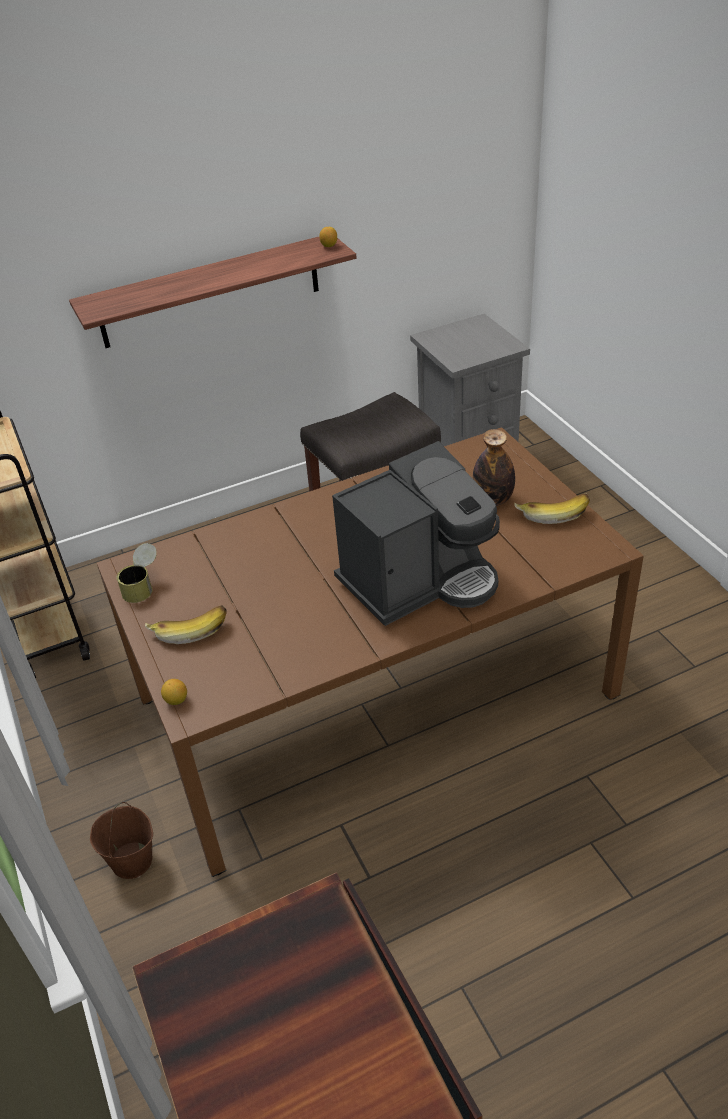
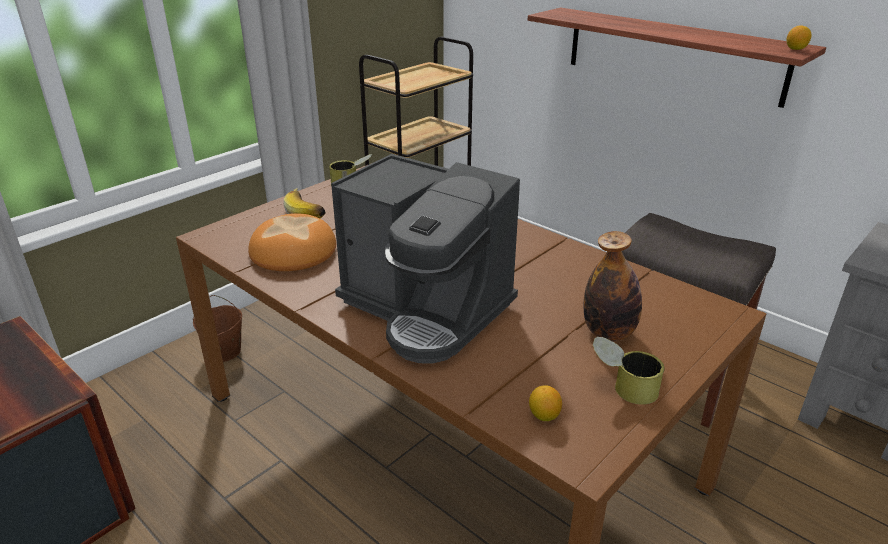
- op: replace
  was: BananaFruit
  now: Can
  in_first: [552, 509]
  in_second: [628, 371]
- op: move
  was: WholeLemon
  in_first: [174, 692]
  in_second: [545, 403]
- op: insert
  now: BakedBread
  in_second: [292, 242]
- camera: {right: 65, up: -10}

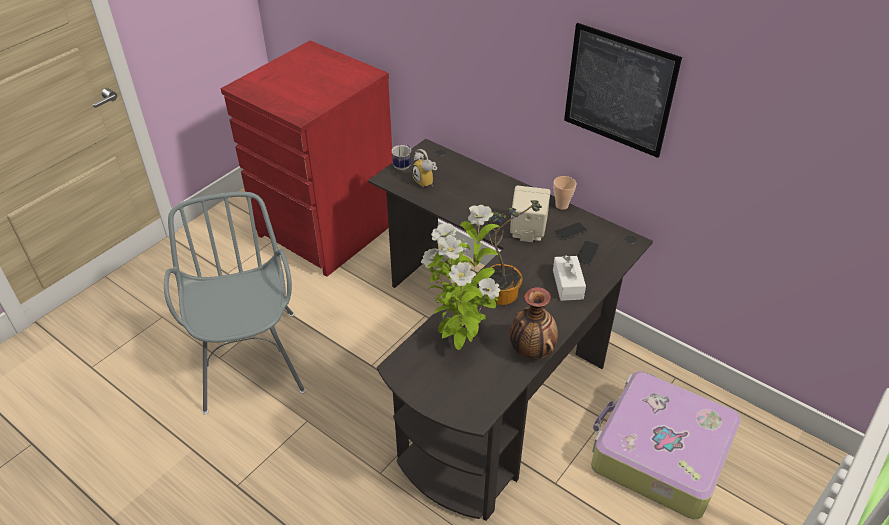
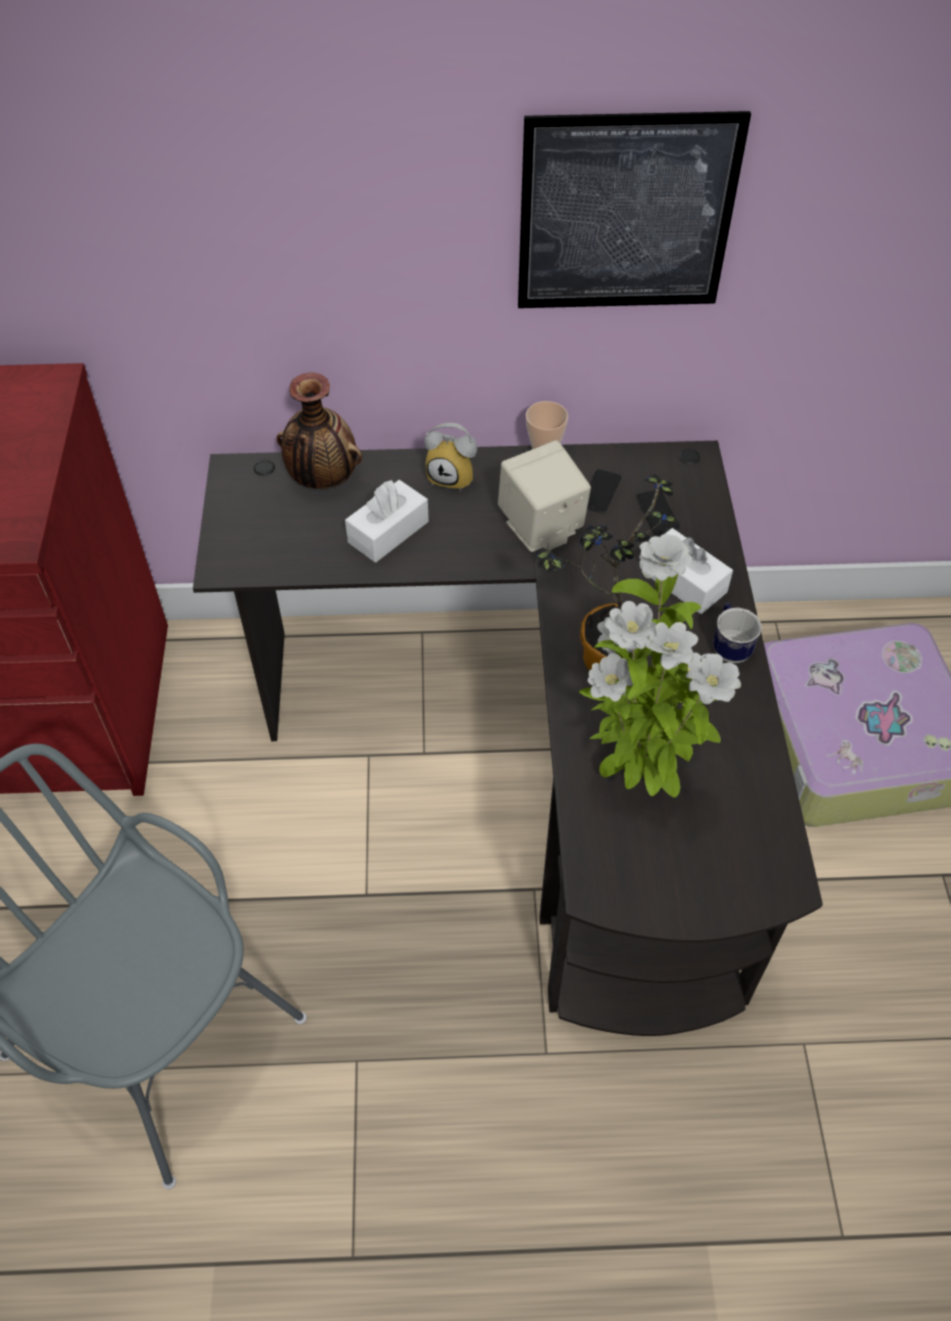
- op: move
  was: Mug
  in_first: [401, 157]
  in_second: [737, 633]
- op: move
  was: TableClock
  in_first: [424, 168]
  in_second: [450, 457]
- op: move
  was: DecorativeVase
  in_first: [534, 323]
  in_second: [319, 430]
- op: insert
  now: WhiteColouredTissueBox
  in_second: [387, 520]
- camera: {right: -40, up: 10}

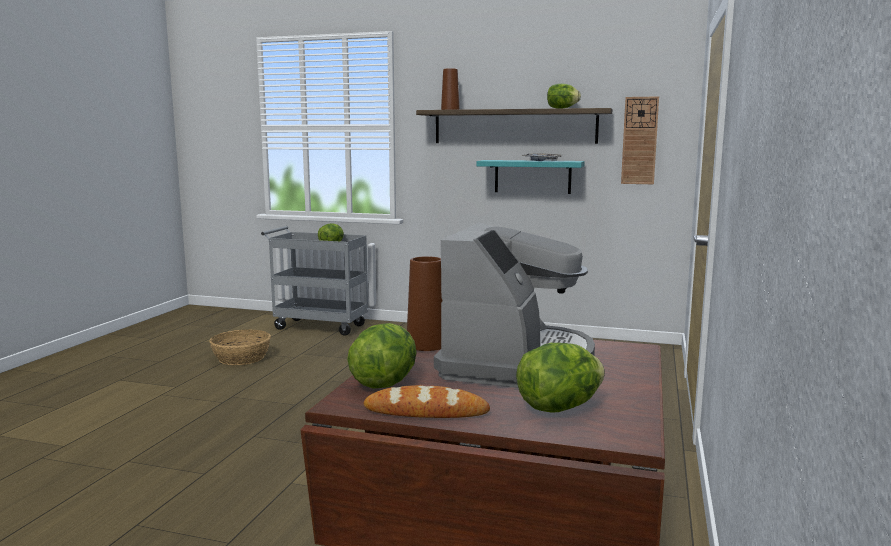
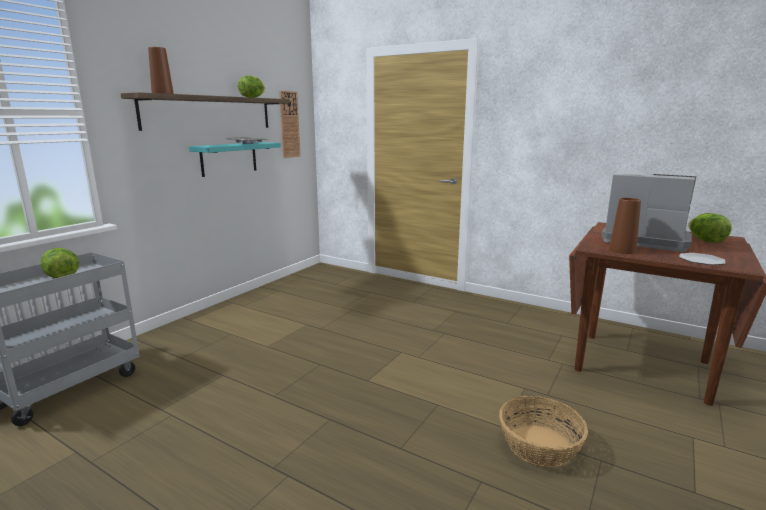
- op: replace
  was: HeadOfLettuce
  now: Plate
  in_first: [382, 356]
  in_second: [702, 259]
- op: move
  was: Basket
  in_first: [240, 347]
  in_second: [543, 432]
- op: delete
  was: BakedBread
  in_first: [427, 401]
- camera: {right: -75, up: 5}

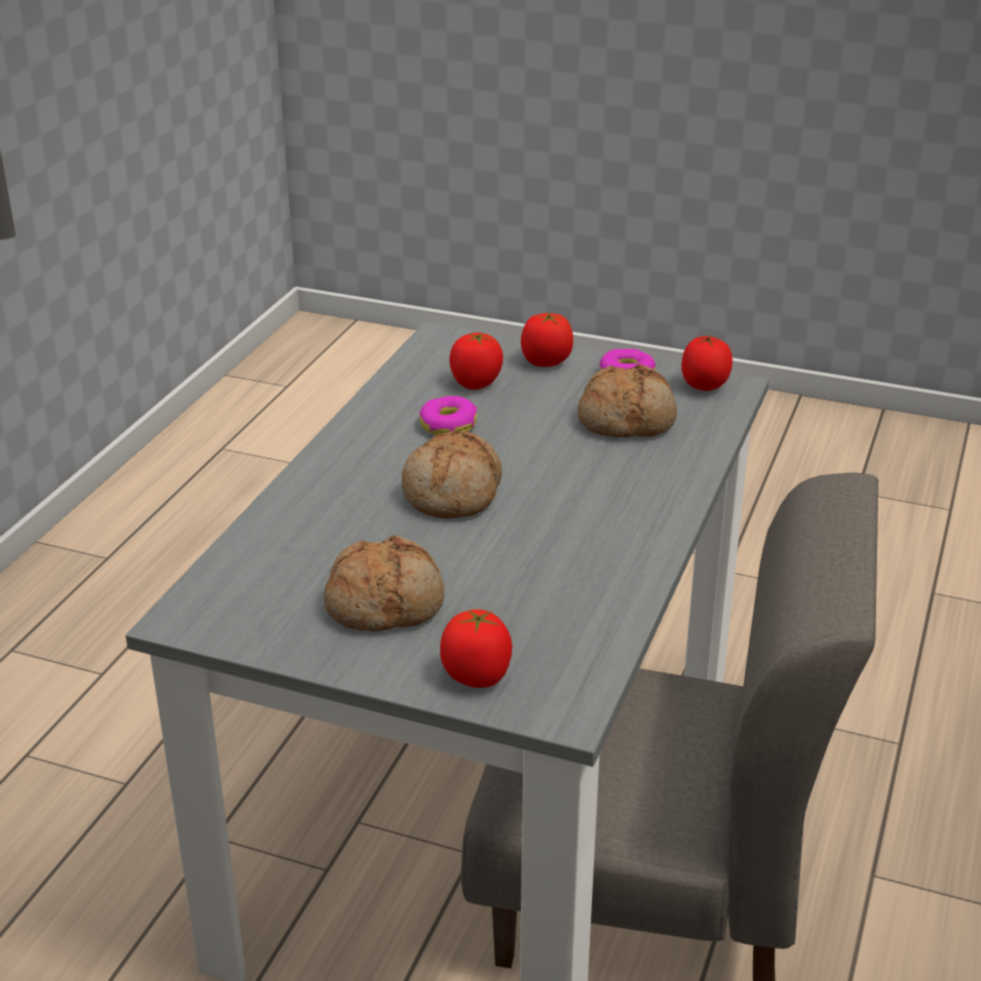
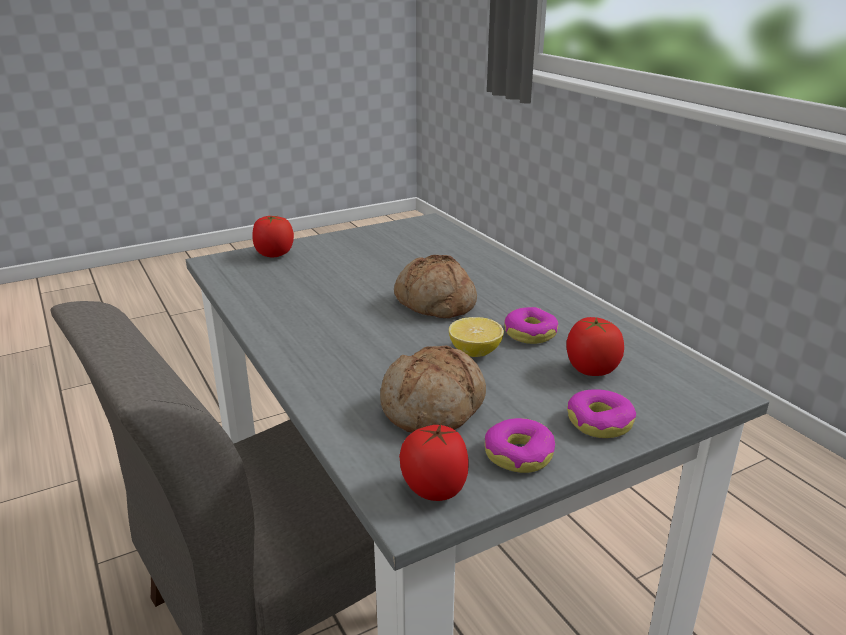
- op: replace
  was: Tomato
  now: RingDoughnut
  in_first: [547, 339]
  in_second: [601, 413]
- op: delete
  was: BakedBread
  in_first: [384, 583]
- op: insert
  now: WholeLemon
  in_second: [476, 337]
- camera: {right: 130, up: -5}

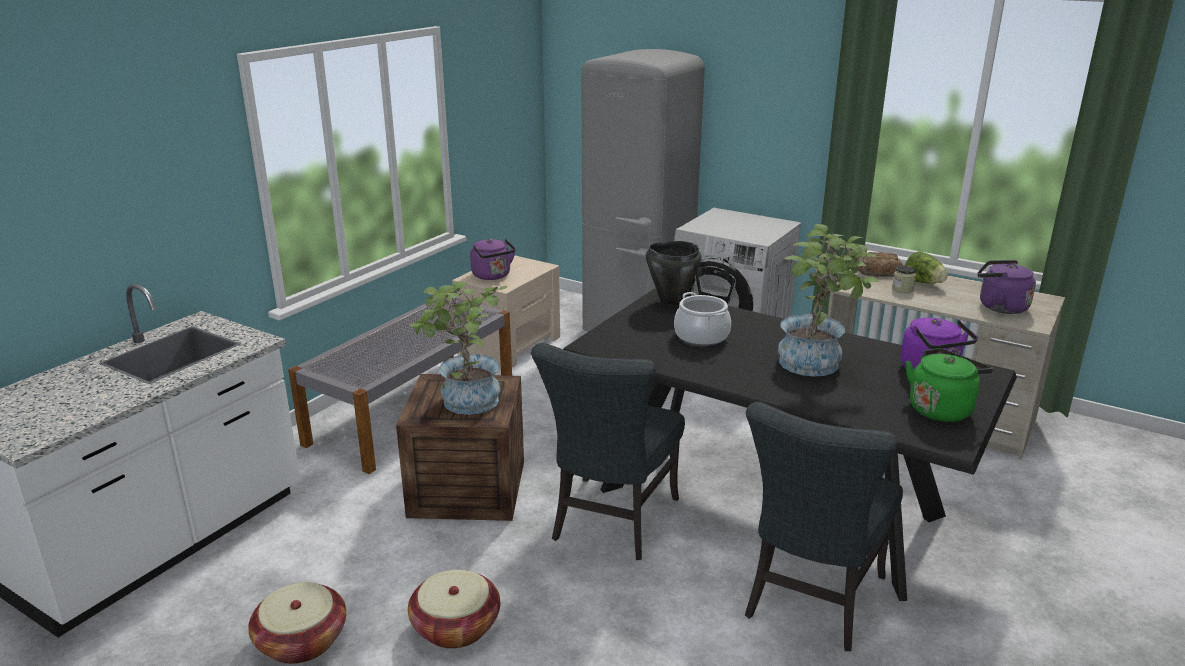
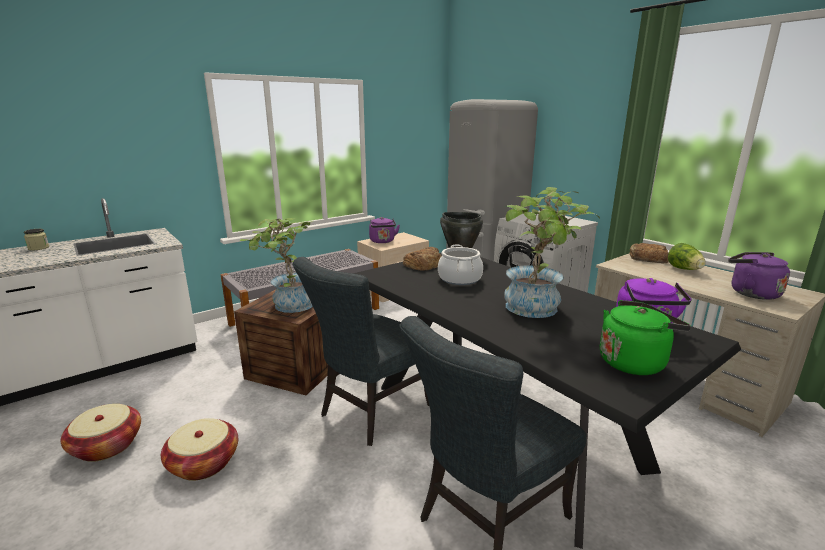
- op: move
  was: StorageJar
  in_first: [904, 279]
  in_second: [36, 239]
- op: insert
  now: BakedBread
  in_second: [422, 258]
- camera: {right: 20, up: -5}

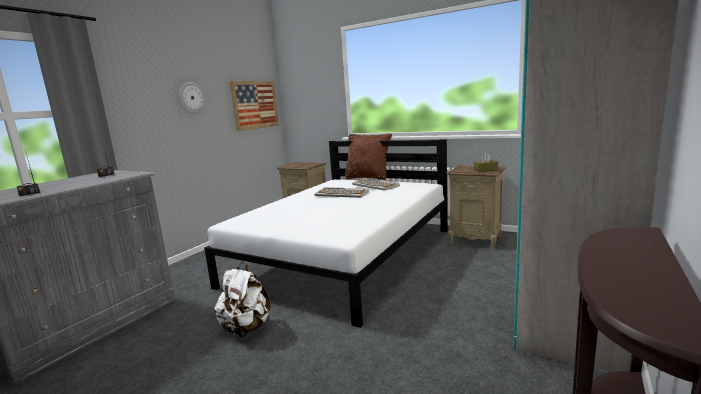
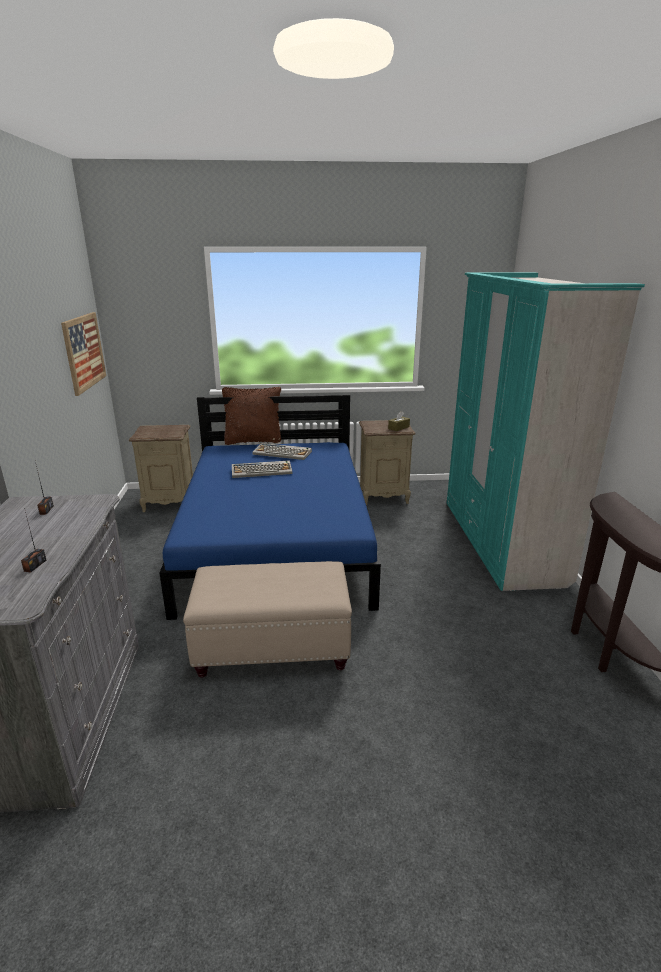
- op: delete
  was: WallClock
  in_first: [192, 98]
- op: recolor
  was: WhiteColouredSleepingBed
  now: BlueColouredSleepingBed
  in_first: [326, 233]
  in_second: [270, 507]
- op: replace
  was: WhiteColouredKnapsack
  now: BeigeColouredFootrest
  in_first: [242, 299]
  in_second: [267, 619]
- camera: {right: -35, up: 10}

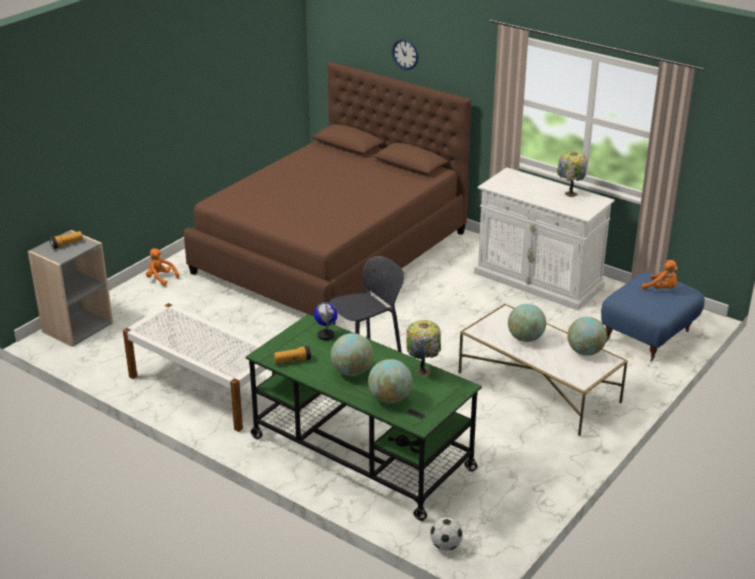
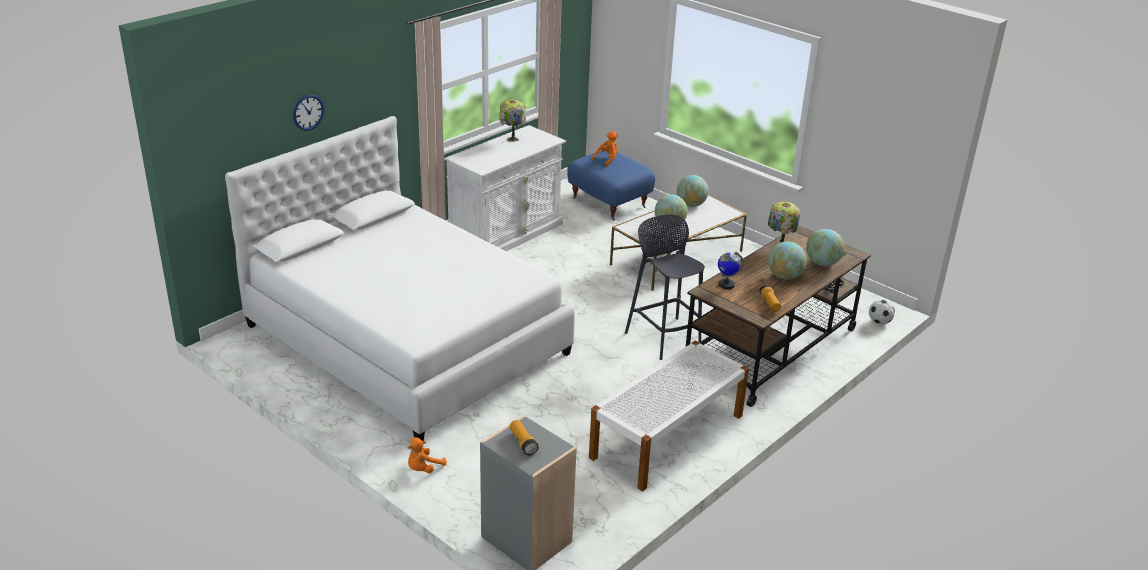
- op: recolor
  was: BrownColouredSleepingBed
  now: WhiteColouredSleepingBed
  in_first: [327, 188]
  in_second: [400, 278]
- op: recolor
  was: GreenishDeskUnit
  now: BrownColouredDeskUnit
  in_first: [364, 417]
  in_second: [777, 316]
- camera: {right: -85, up: 0}

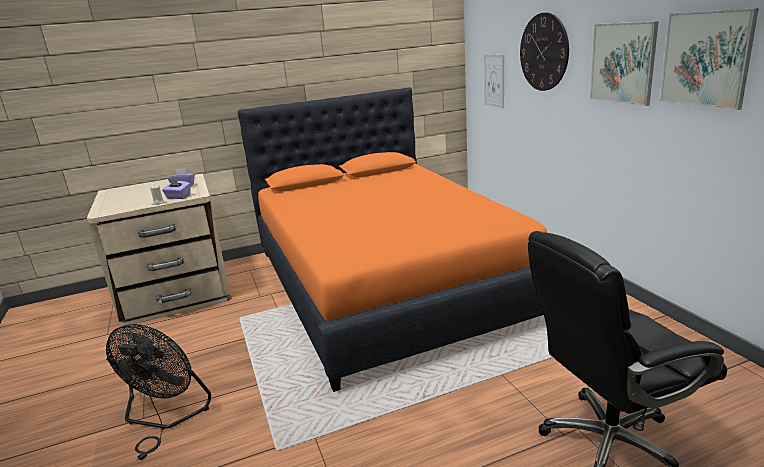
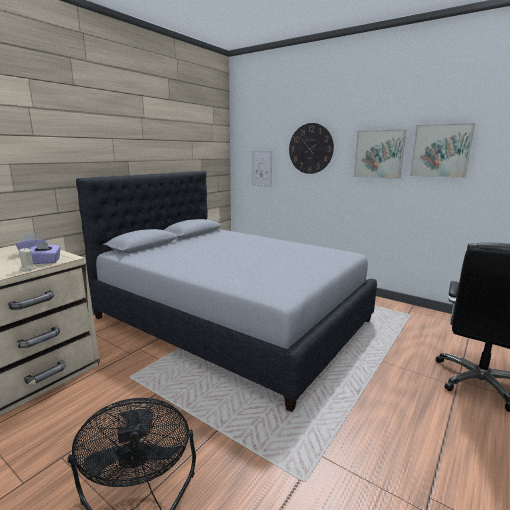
- op: recolor
  was: OrangeySleepingBed
  now: GreyishSleepingBed
  in_first: [392, 239]
  in_second: [226, 291]
- camera: {right: -35, up: -5}

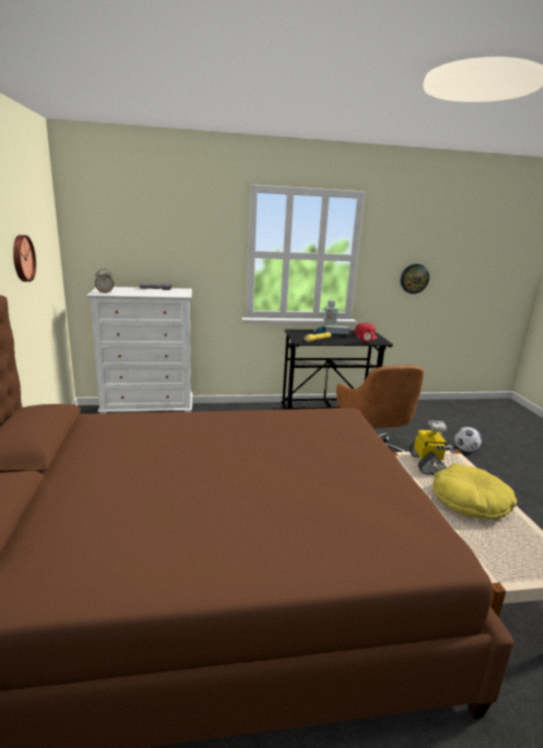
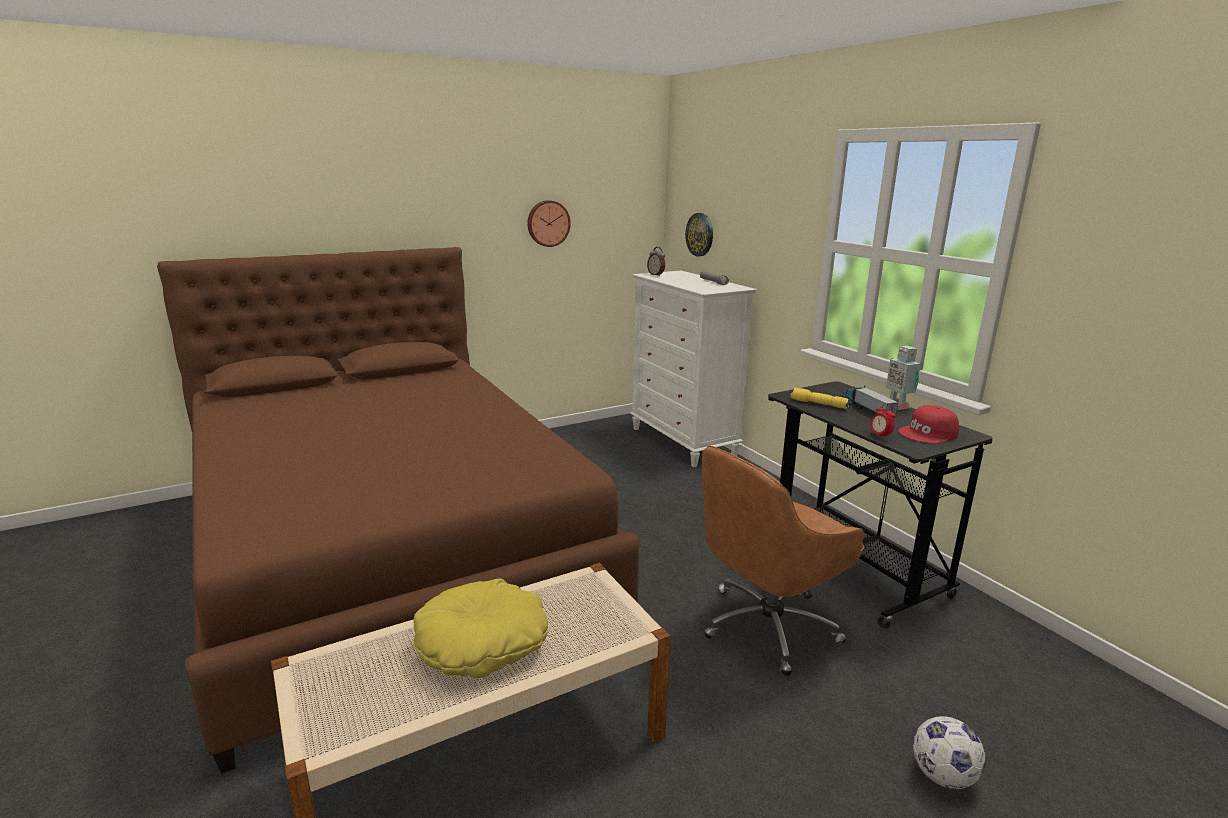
- op: move
  was: WallClock
  in_first: [415, 279]
  in_second: [699, 235]
- op: delete
  was: RobotFigure
  in_first: [431, 448]
- camera: {right: 70, up: 0}

